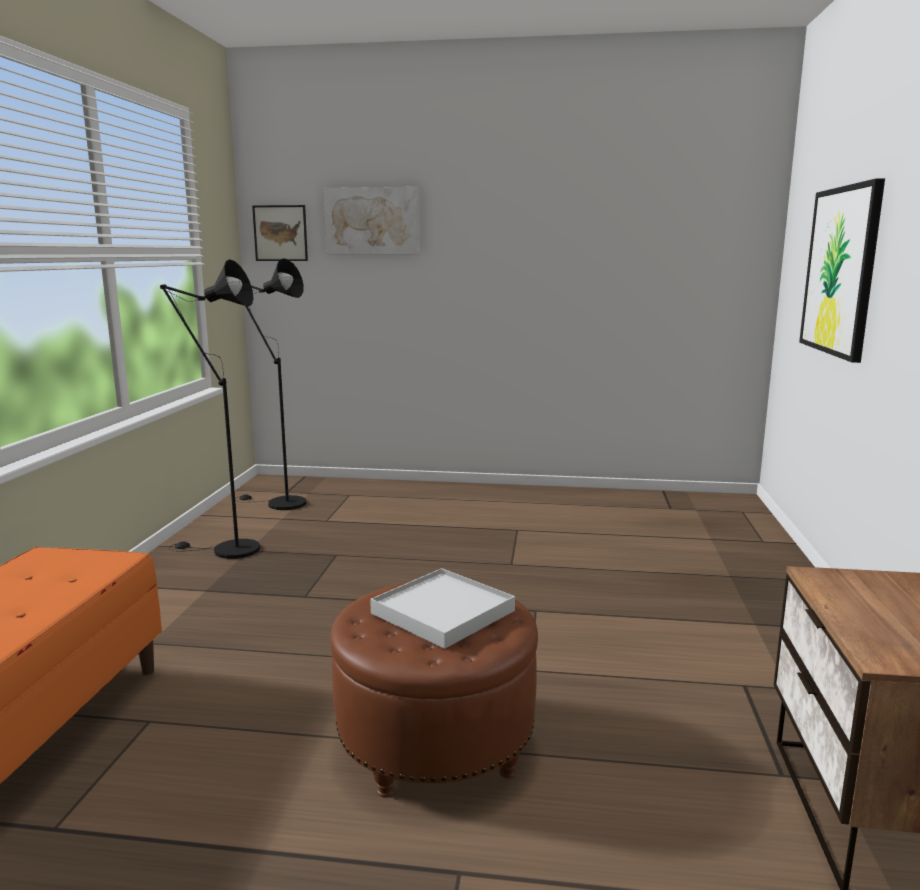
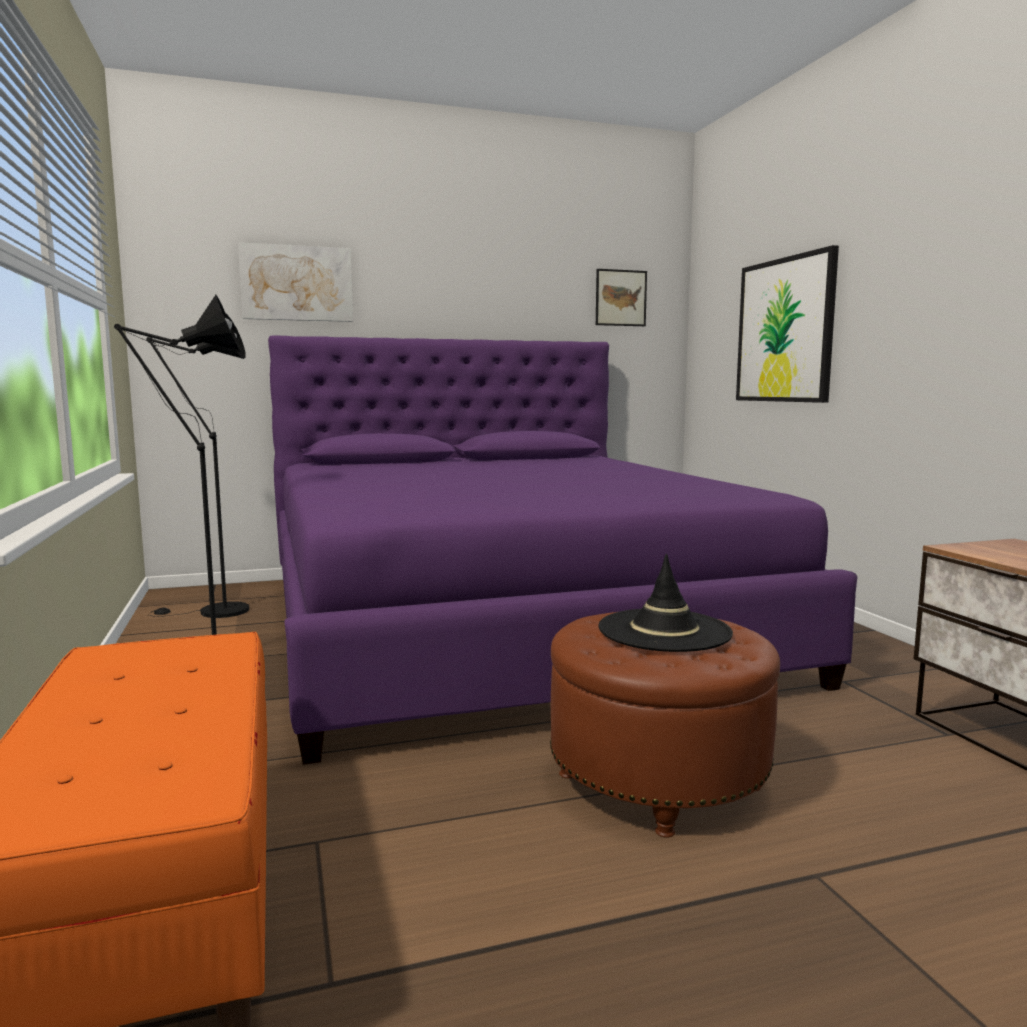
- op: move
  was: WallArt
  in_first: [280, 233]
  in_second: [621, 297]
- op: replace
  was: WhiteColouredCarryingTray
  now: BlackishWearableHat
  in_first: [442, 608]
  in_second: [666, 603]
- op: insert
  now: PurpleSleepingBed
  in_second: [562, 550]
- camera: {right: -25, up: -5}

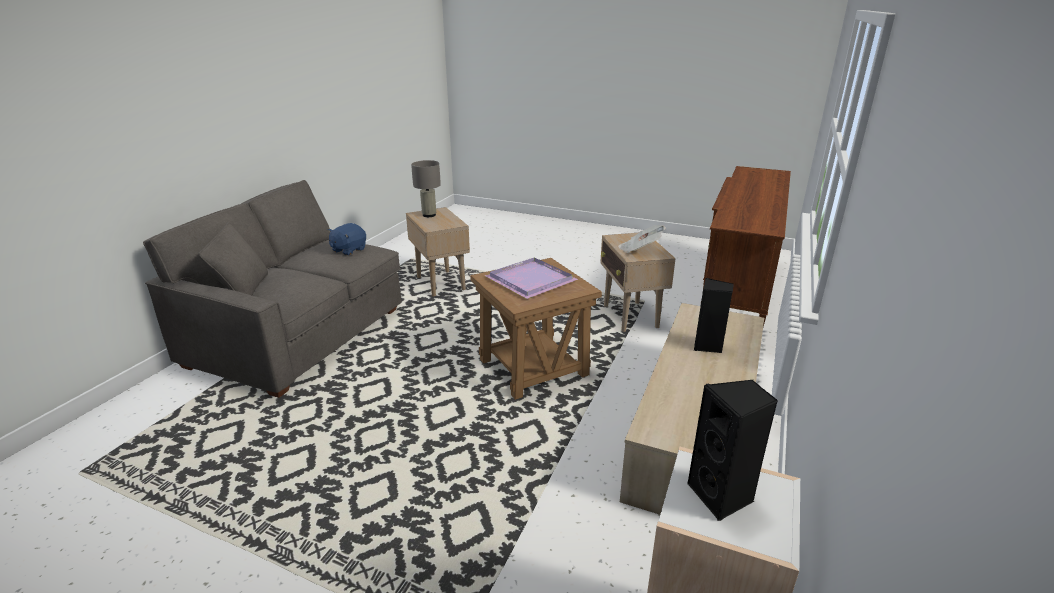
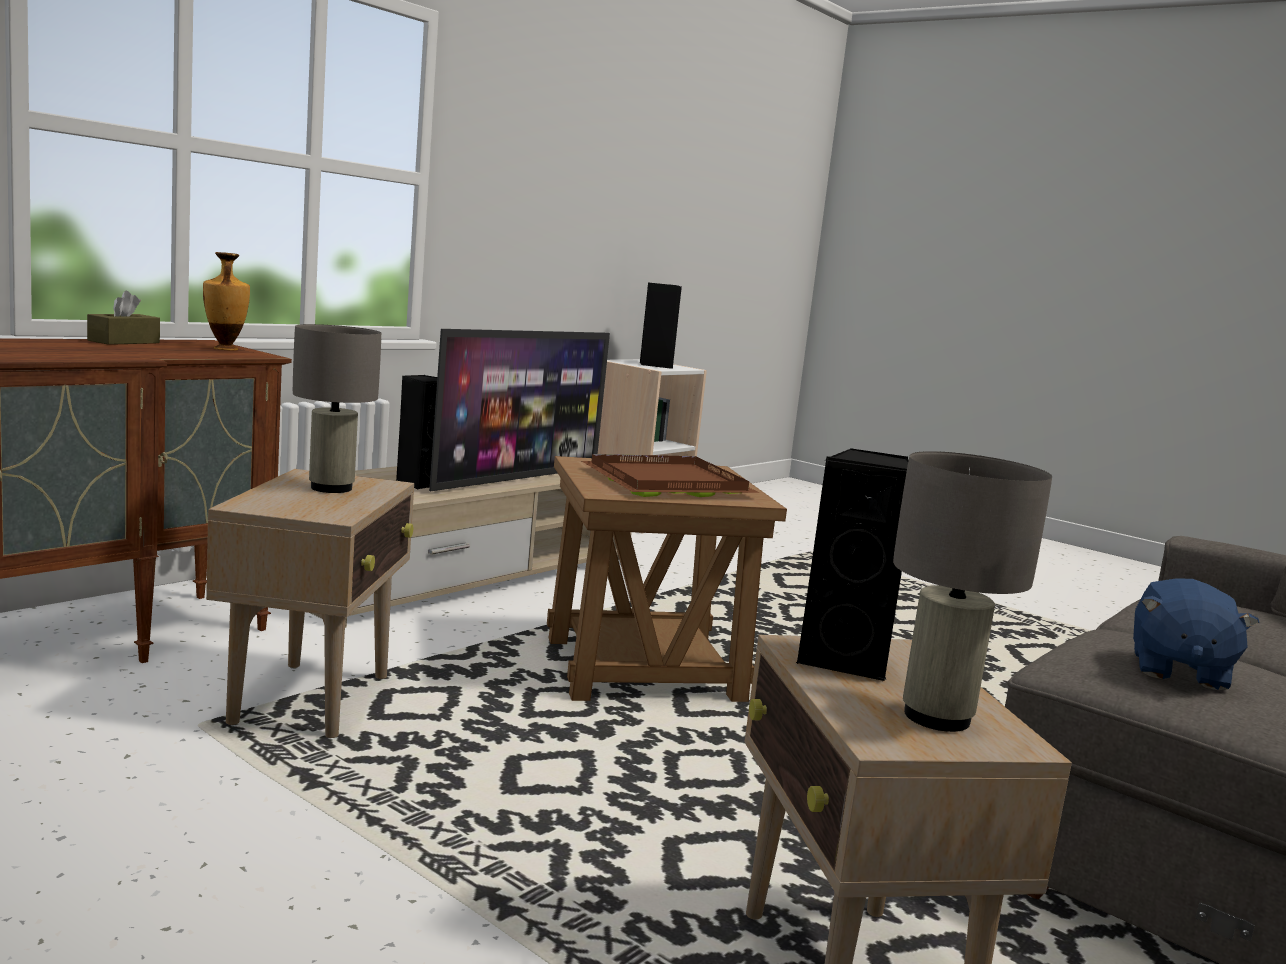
- op: rotate
  was: BlueColouredCuddlyToy
  in_first: [347, 239]
  in_second: [1196, 634]
  clockwise: 150
- op: replace
  was: PrintedPaper
  now: GreyishLampForATable
  in_first: [642, 239]
  in_second: [337, 408]
- op: recolor
  was: PurpleCarryingTray
  now: BrownColouredCarryingTray
  in_first: [531, 278]
  in_second: [670, 475]
- op: insert
  now: DecorativeVase
  in_second: [226, 301]
- op: insert
  now: BrownColouredTissueBox
  in_second: [123, 318]
- op: insert
  now: Television
  in_second: [519, 410]
- op: insert
  now: BlackishAudioSpeaker
  in_second: [852, 564]
- camera: {right: -165, up: -15}

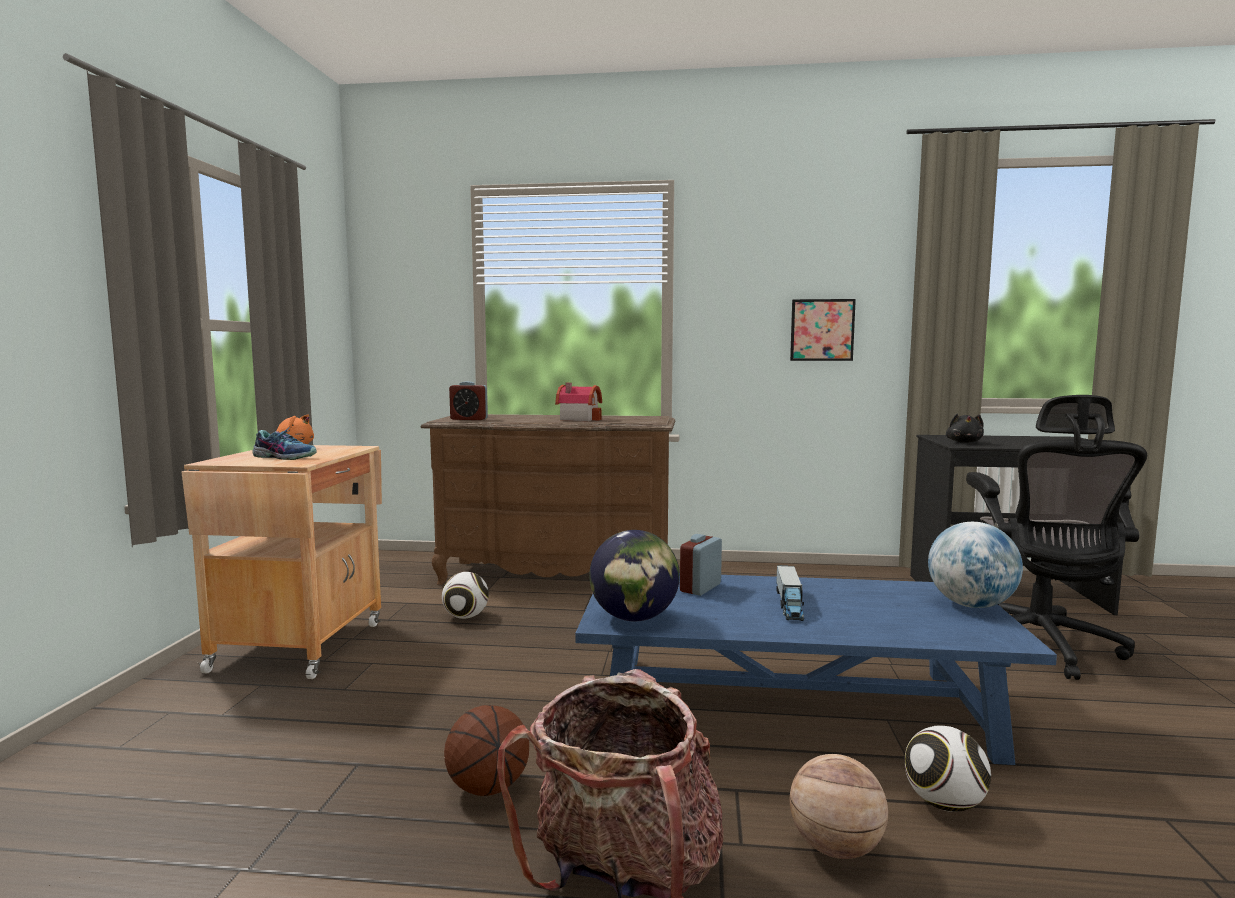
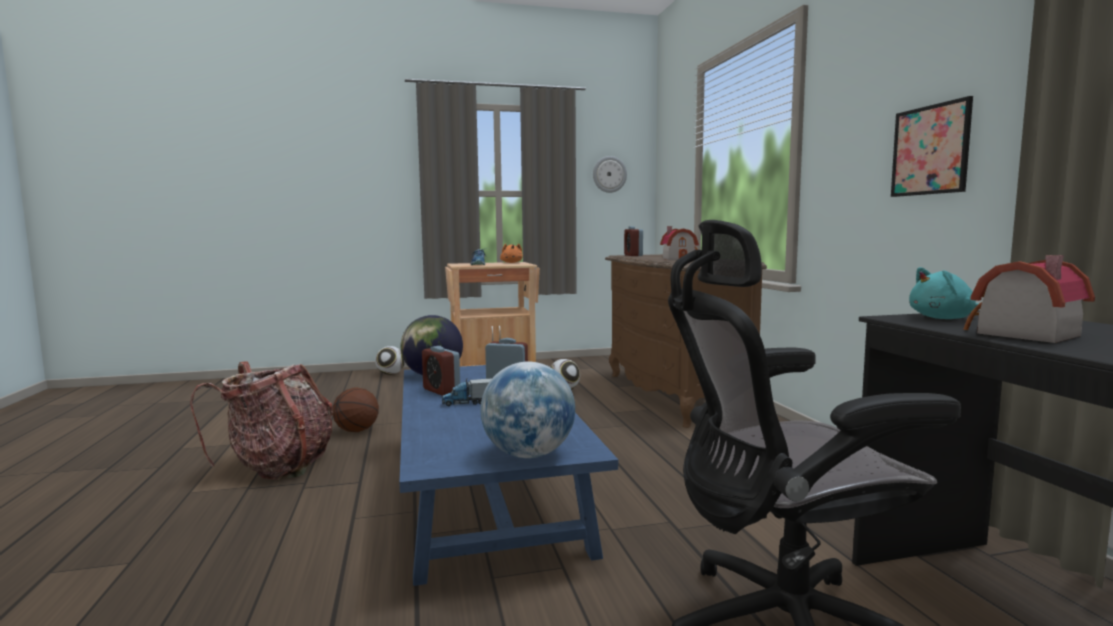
- op: recolor
  was: BlackishCuddlyToy
  now: BlueGreenCuddlyToy
  in_first: [965, 428]
  in_second: [944, 293]
- op: move
  was: Football
  in_first: [947, 769]
  in_second: [390, 360]
- op: delete
  was: BallForBasketball
  in_first: [839, 806]
- op: insert
  now: WallClock
  in_second: [610, 174]
- op: insert
  now: ToyHouse
  in_second: [1029, 299]
- op: insert
  now: TableClock
  in_second: [441, 371]
- camera: {right: 70, up: 0}

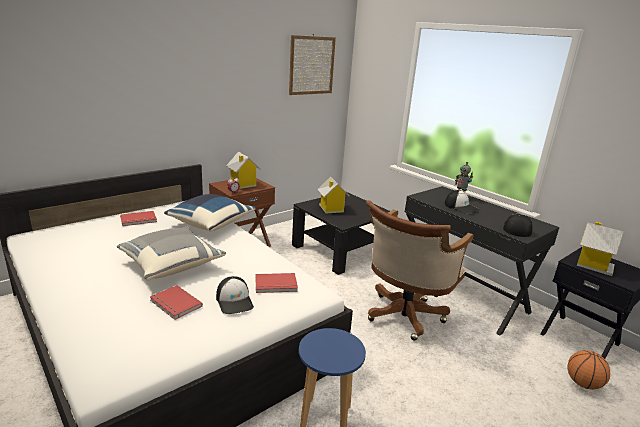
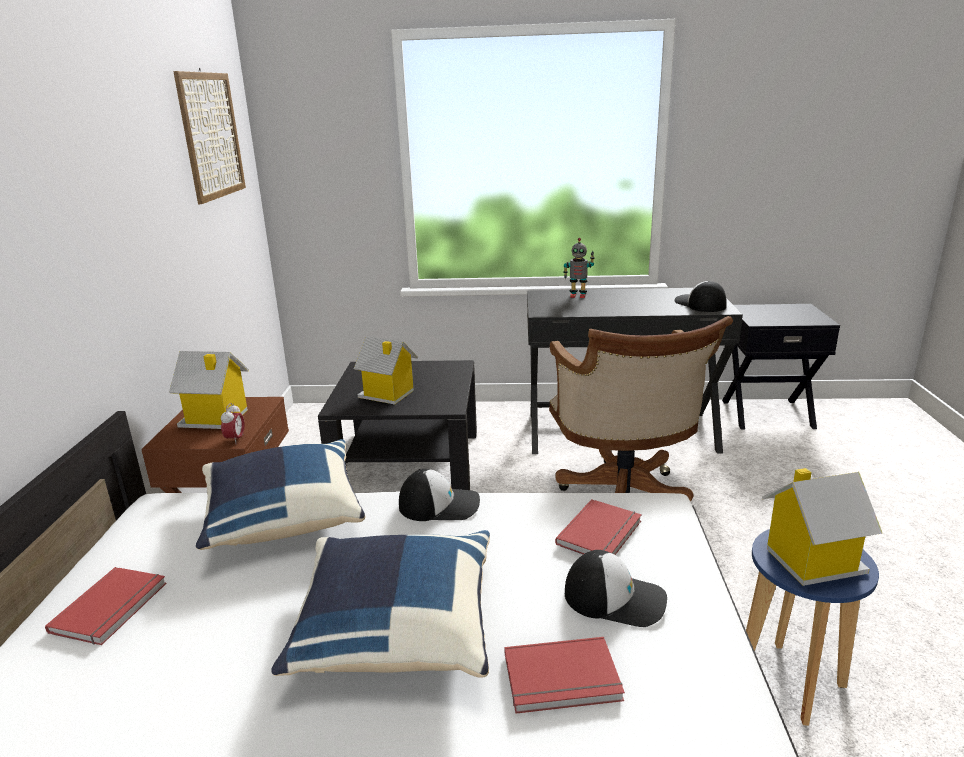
- op: move
  was: BaseballCap
  in_first: [462, 202]
  in_second: [439, 495]
- op: move
  was: ToyHouse
  in_first: [600, 249]
  in_second: [822, 527]
- op: recolor
  was: GreyishThrowPillow
  now: BlueColouredThrowPillow
  in_first: [171, 254]
  in_second: [380, 603]
- op: delete
  was: BallForBasketball
  in_first: [588, 370]
- camera: {right: -45, up: 0}

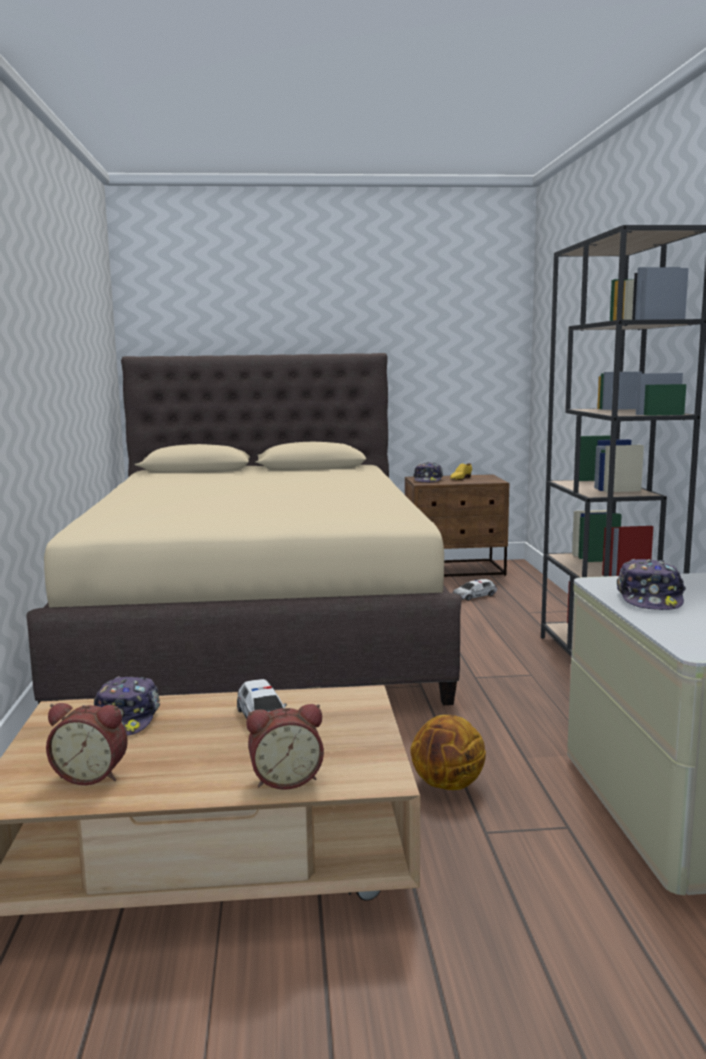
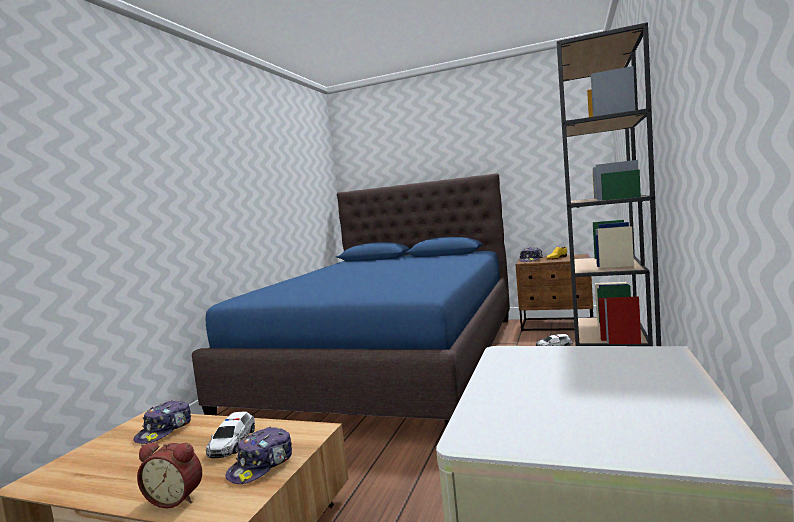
- op: recolor
  was: BeigeColouredSleepingBed
  now: BlueColouredSleepingBed
  in_first: [244, 529]
  in_second: [351, 299]
- op: move
  was: BaseballCap
  in_first: [651, 584]
  in_second: [258, 455]
- op: delete
  was: TableClock
  in_first: [87, 744]
- op: delete
  was: BallForBasketball
  in_first: [448, 752]
- camera: {right: 25, up: -5}

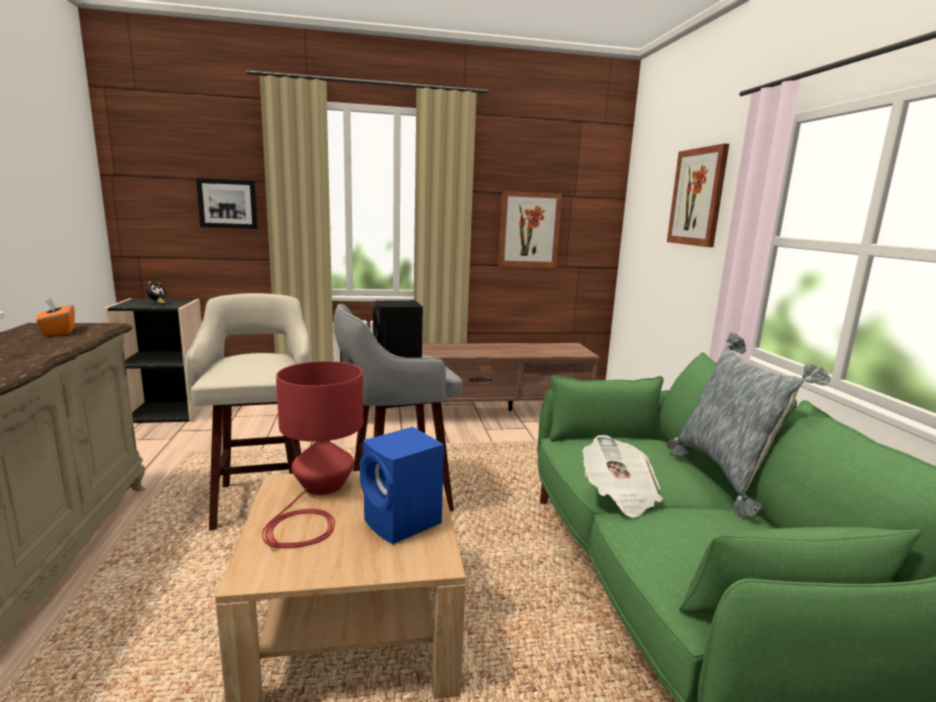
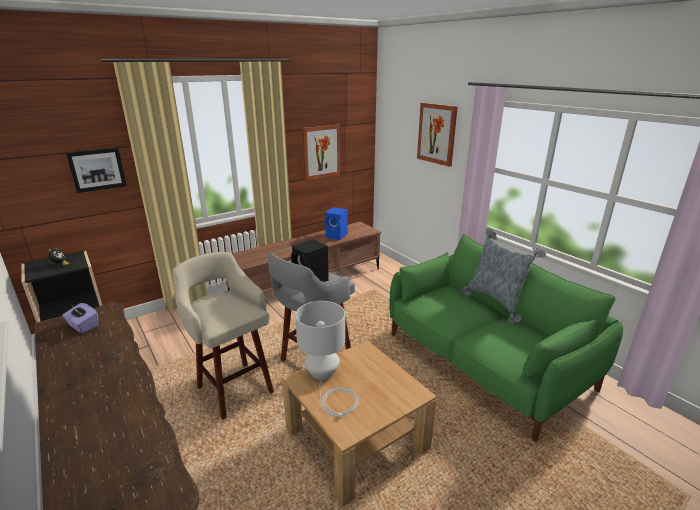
- op: recolor
  was: OrangeyTissueBox
  now: PurpleTissueBox
  in_first: [55, 317]
  in_second: [80, 318]
- op: recolor
  was: RedLampForATable
  now: WhiteColouredLampForATable
  in_first: [312, 455]
  in_second: [327, 359]
- op: move
  was: BlueColouredAudioSpeaker
  in_first: [402, 485]
  in_second: [336, 223]
- op: delete
  was: PrintedPaper
  in_first: [622, 476]
- camera: {right: -25, up: 10}

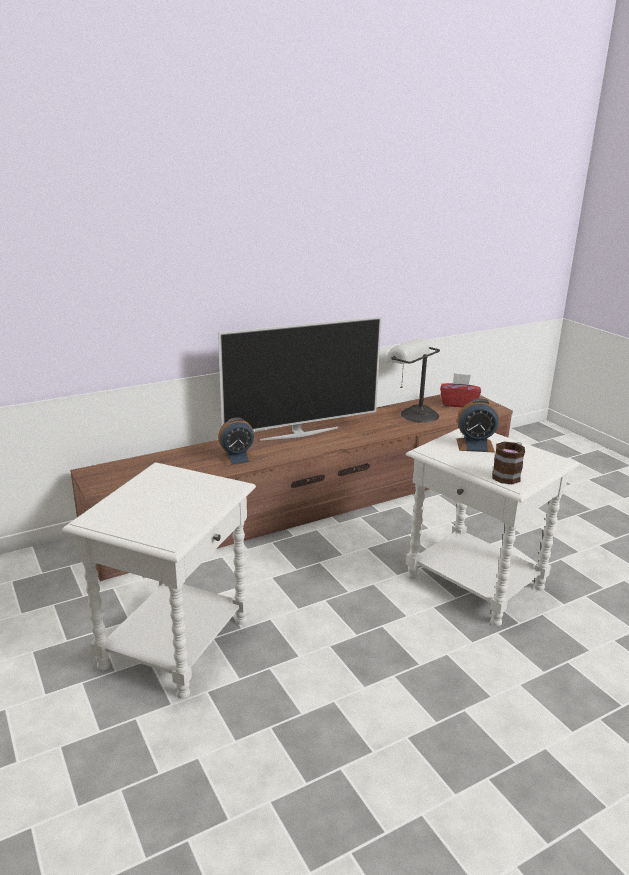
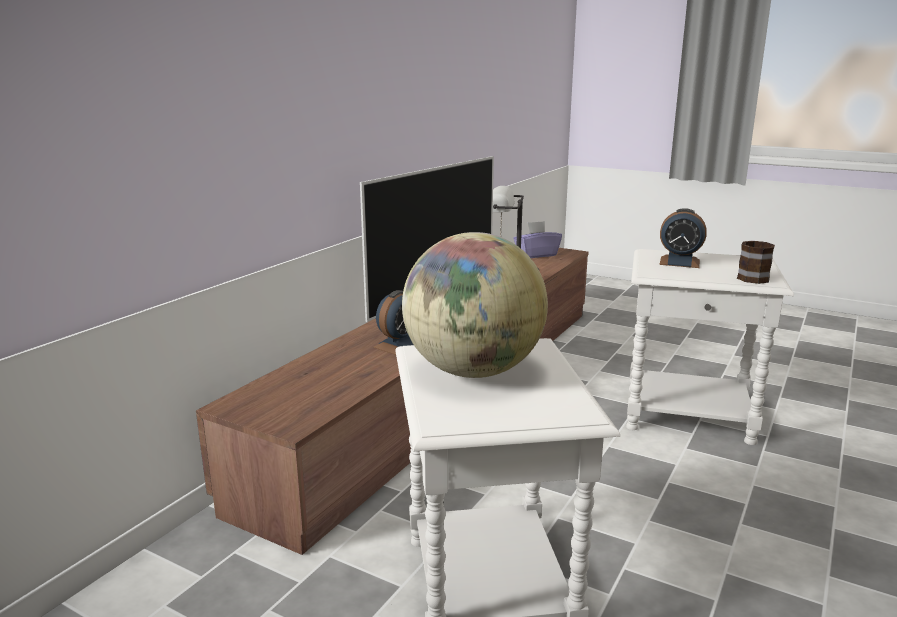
- op: recolor
  was: RedTissueBox
  now: PurpleTissueBox
  in_first: [460, 390]
  in_second: [537, 239]
- op: rotate
  was: TableClock
  in_first: [478, 425]
  in_second: [683, 238]
  clockwise: 45
- op: insert
  now: WorldGlobe
  in_second: [475, 305]
- camera: {right: -30, up: -5}

